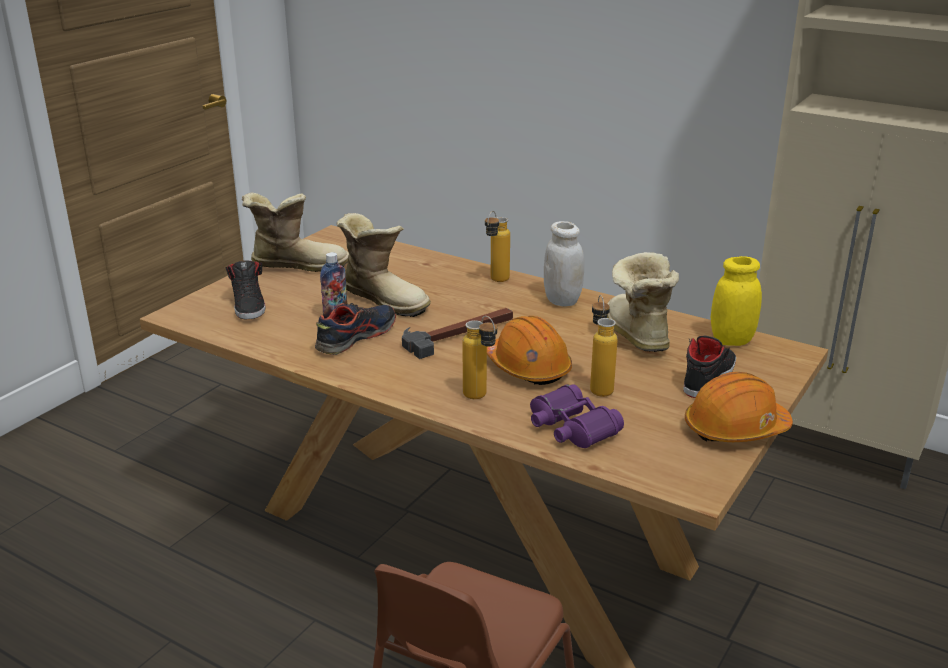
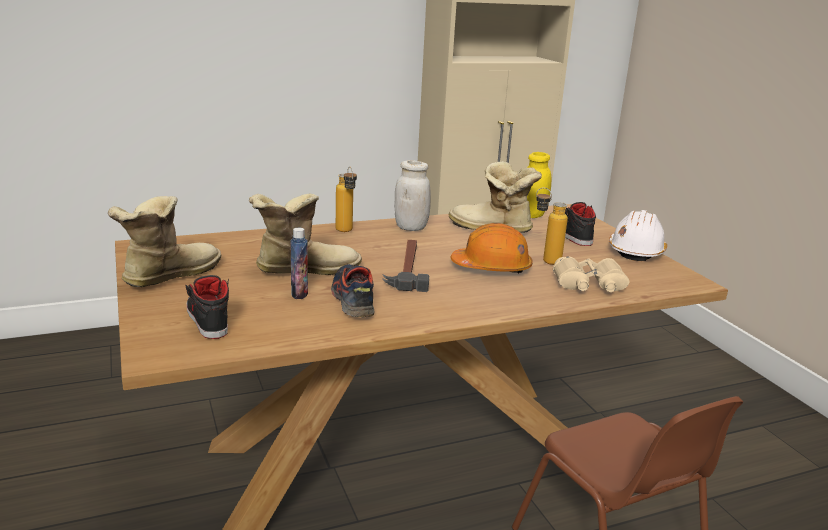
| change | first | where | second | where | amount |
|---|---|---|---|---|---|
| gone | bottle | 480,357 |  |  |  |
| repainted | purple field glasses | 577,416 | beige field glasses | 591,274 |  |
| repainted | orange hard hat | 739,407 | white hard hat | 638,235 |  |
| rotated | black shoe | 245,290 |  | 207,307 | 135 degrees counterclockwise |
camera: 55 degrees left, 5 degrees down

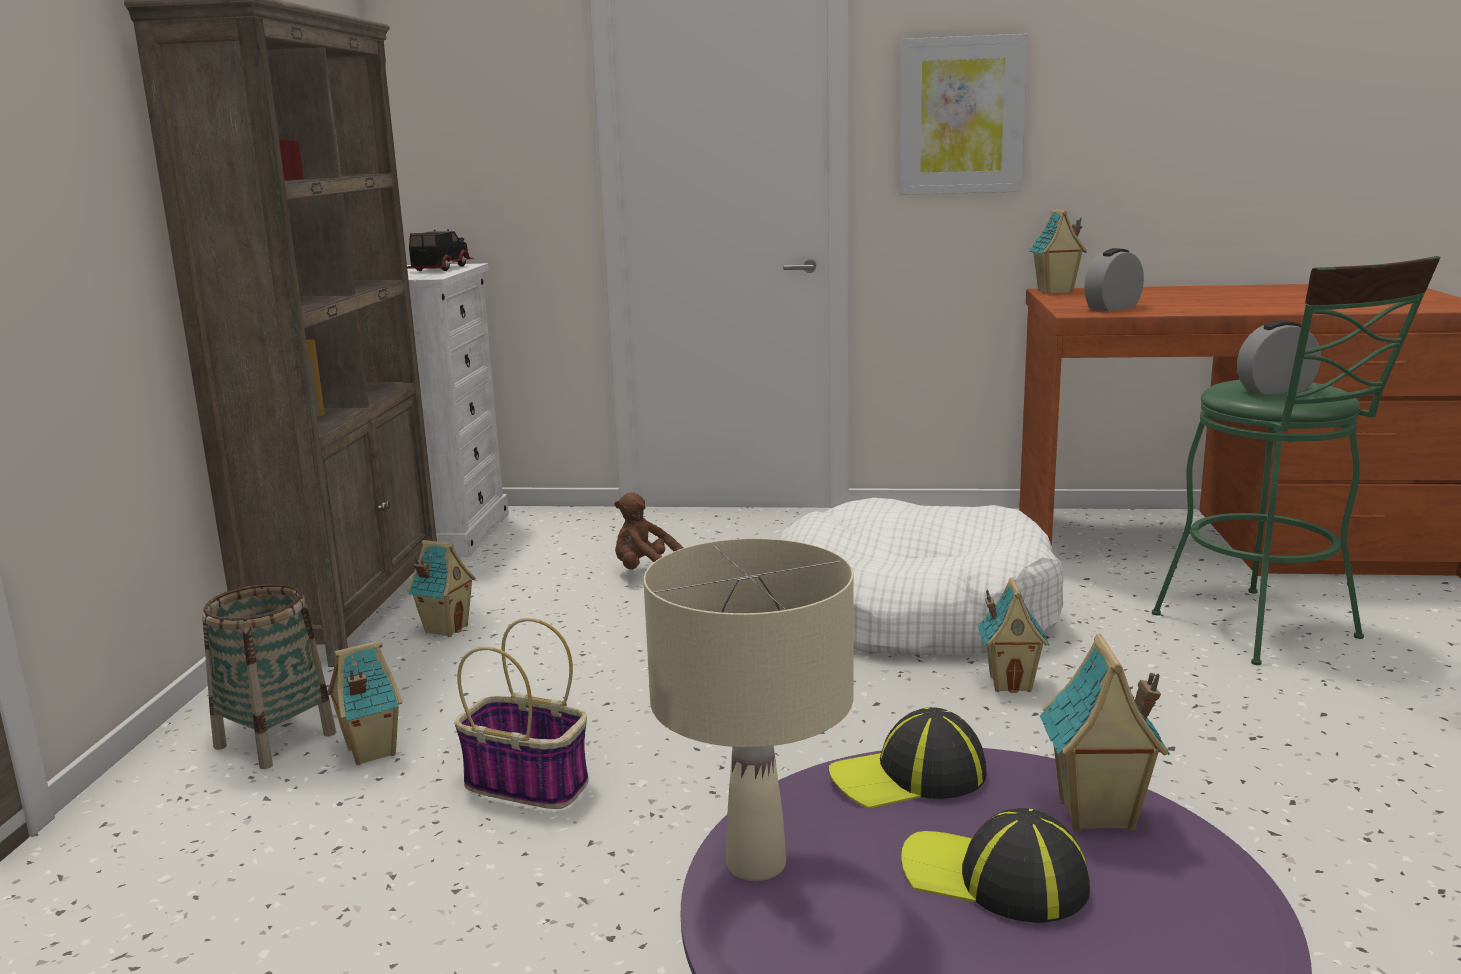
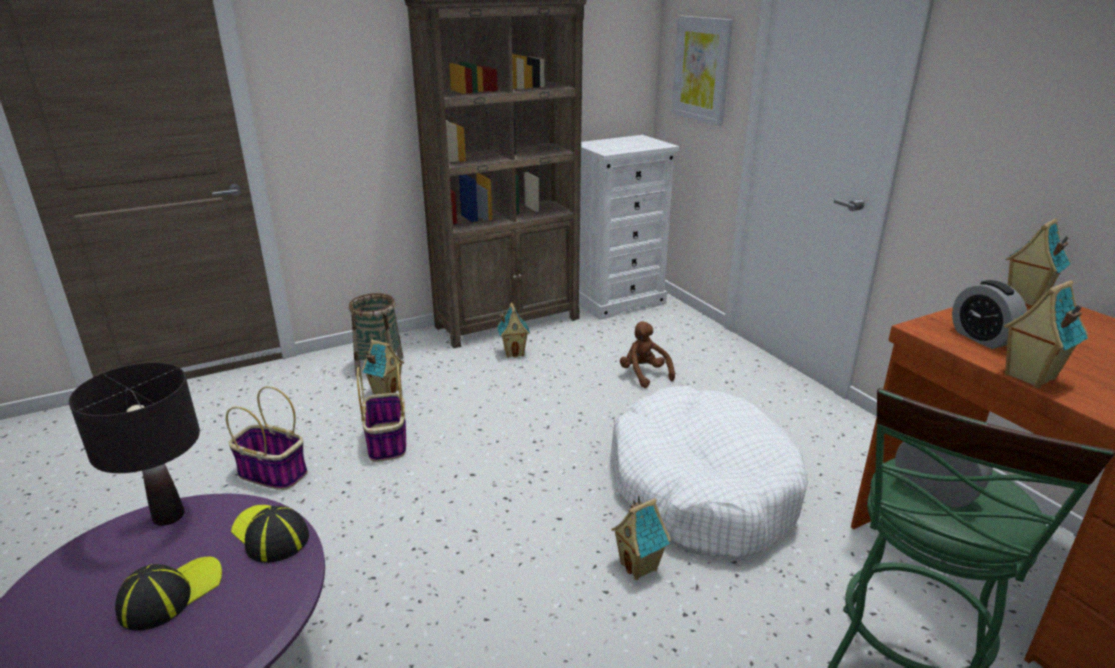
| change | first | where | second | where | amount |
|---|---|---|---|---|---|
| gone | toy truck | 440,250 |  |  |  |
| new |  |  | storage basket | 267,438 |  |
| shifted | picture | 963,114 |  | 702,70 |  |
| shifted | model house | 1105,733 |  | 1046,334 |  |
| repainted | beige lamp for a table | 748,709 | black lamp for a table | 134,444 |  |
| rotated | peaked cap | 995,865 |  | 168,593 | 45 degrees clockwise |
| rotated | bedside clock | 1114,279 |  | 989,314 | 135 degrees counterclockwise |
camera: 55 degrees right, 10 degrees up

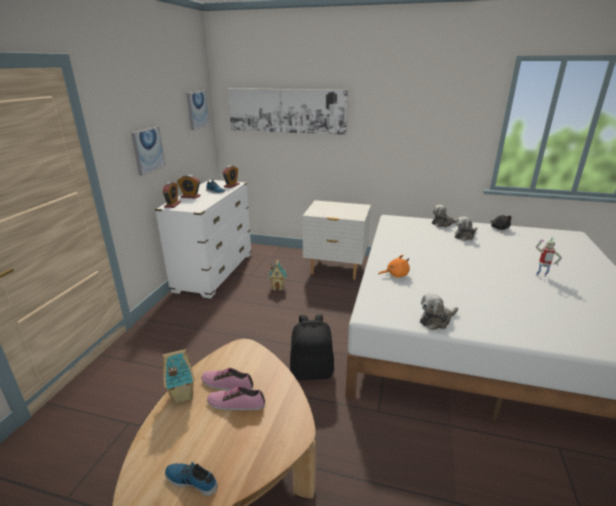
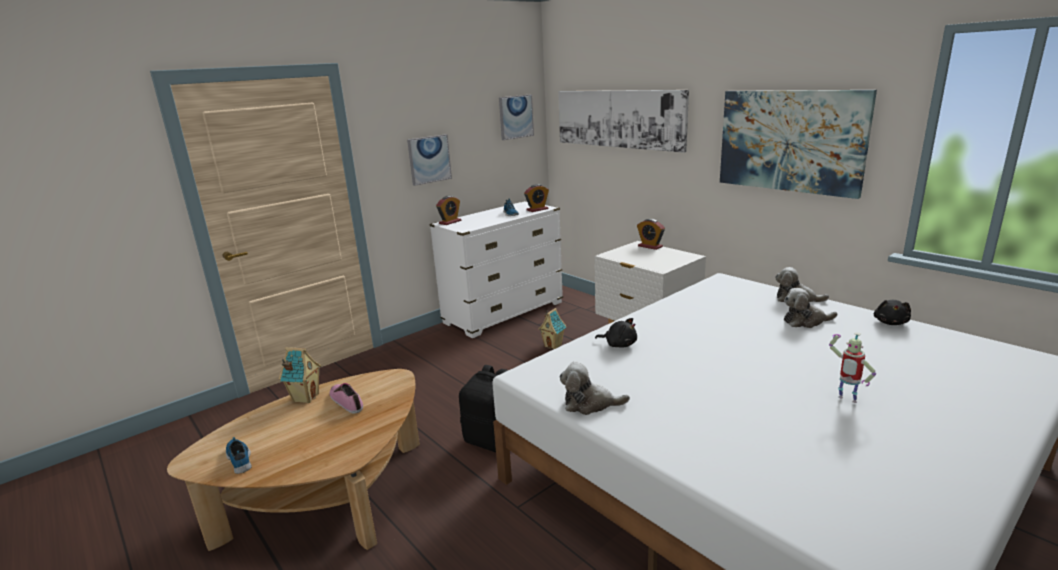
| change | first | where | second | where | amount |
|---|---|---|---|---|---|
| gone | shoe | 236,398 |  |  |  |
| new |  |  | picture | 798,144 |  |
| shifted | bedside clock | 188,187 |  | 651,234 |  |
| repainted | orange plush toy | 394,266 | black plush toy | 616,333 |  |
camera: 35 degrees right, 5 degrees down

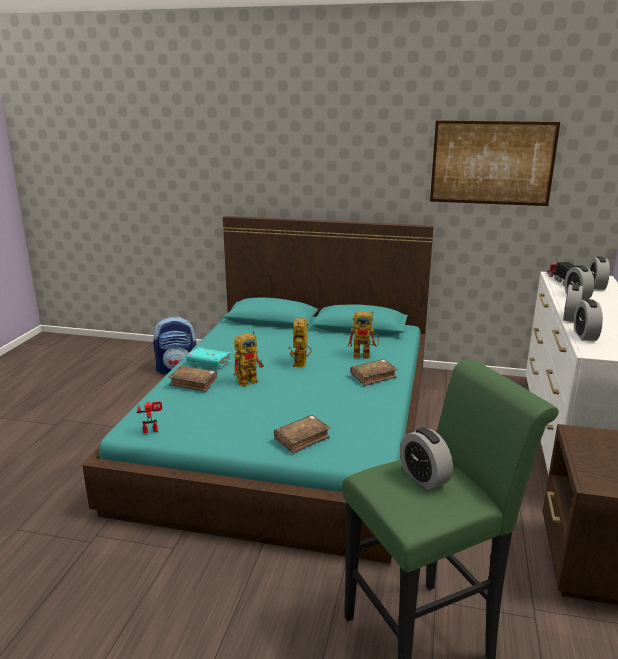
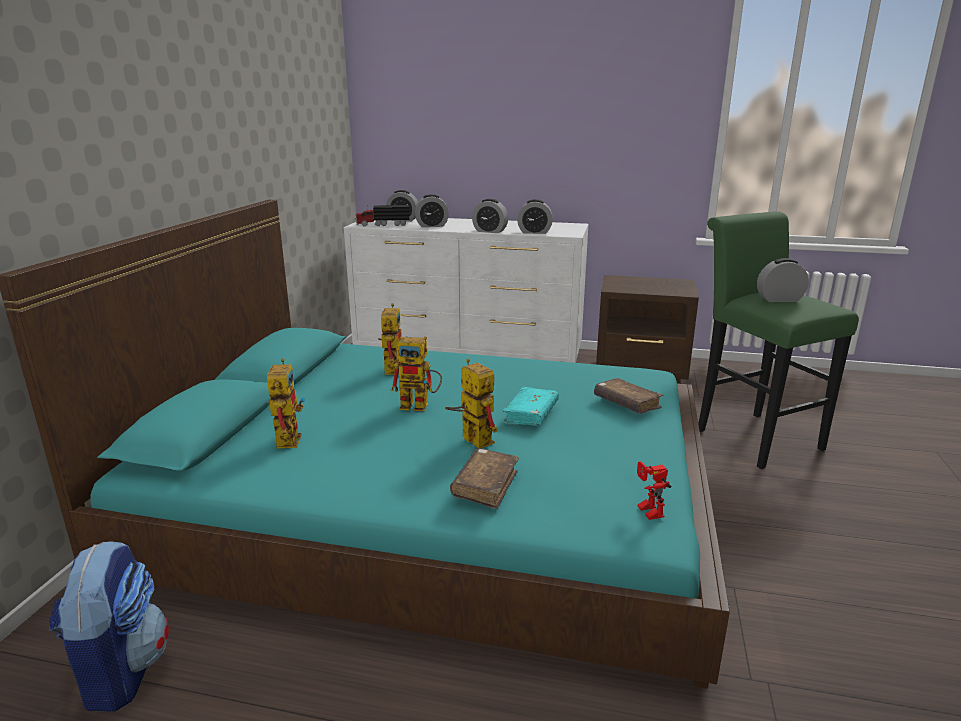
| change | first | where | second | where | amount |
|---|---|---|---|---|---|
| gone | brown bound book | 374,372 |  |  |  |
| gone | picture | 495,163 |  |  |  |
| new |  |  | robot figure | 286,403 |  |
| shifted | blue-green bound book | 209,357 |  | 531,406 |  |
| rotated | bedside clock | 426,458 |  | 783,280 | 150 degrees counterclockwise |
camera: 90 degrees left, 0 degrees up

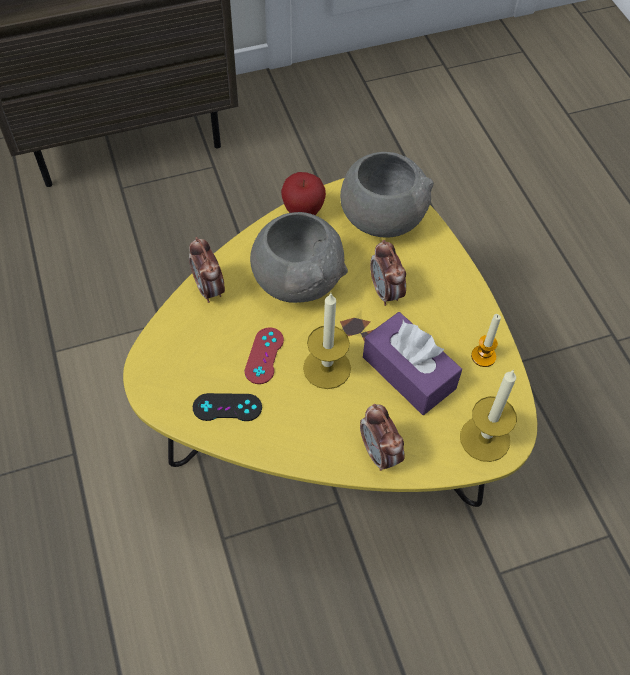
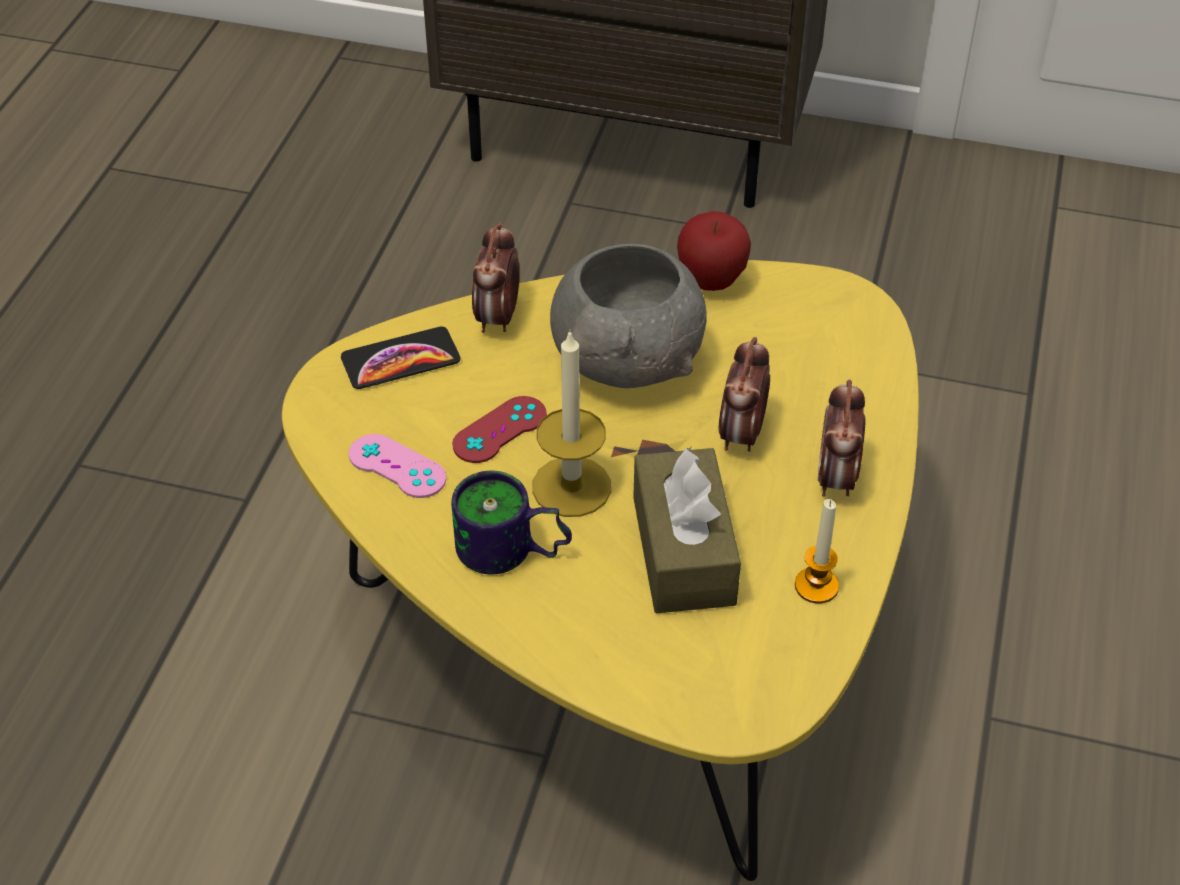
| change | first | where | second | where | amount |
|---|---|---|---|---|---|
| gone | gray serving bowl | 387,195 |  |  |  |
| gone | wax candle | 488,415 |  |  |  |
| new |  |  | handset | 400,358 |  |
| new |  |  | coffee mug | 511,522 |  |
| shifted | bedside clock | 382,437 |  | 842,438 |  |
| repainted | black joypad | 227,407 | pinkish joypad | 397,466 |  |
| repainted | purple tissue box | 412,363 | brown tissue box | 687,530 |  |
camera: 35 degrees right, 10 degrees down

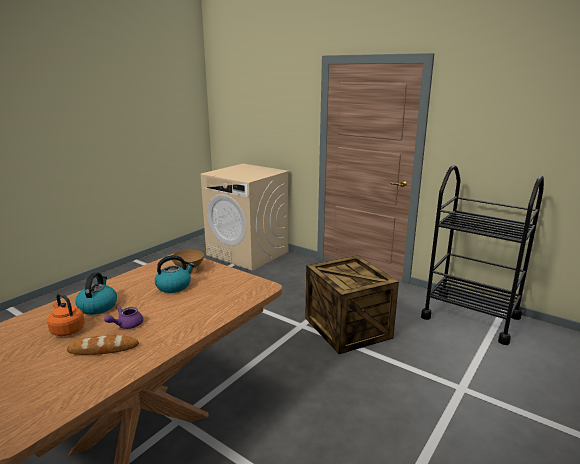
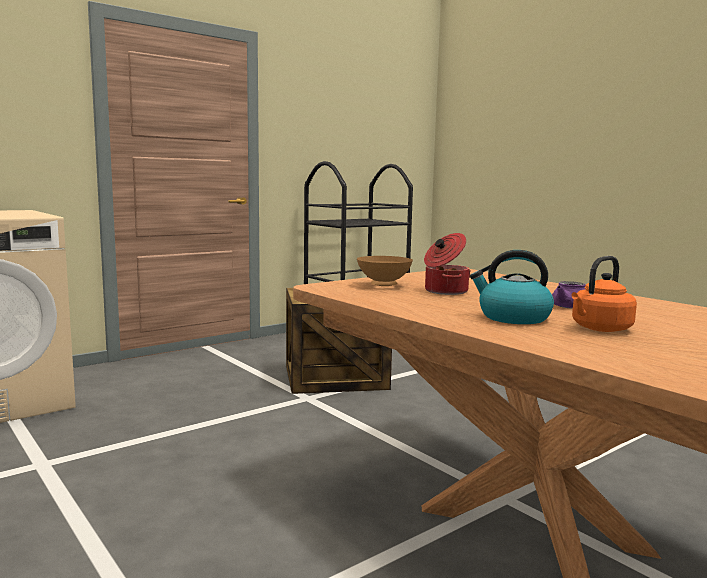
| change | first | where | second | where | amount |
|---|---|---|---|---|---|
| gone | bakery bread | 103,345 |  |  |  |
| swapped | tea kettle | 175,274 | stockpot | 447,264 |  |
camera: 75 degrees left, 10 degrees down

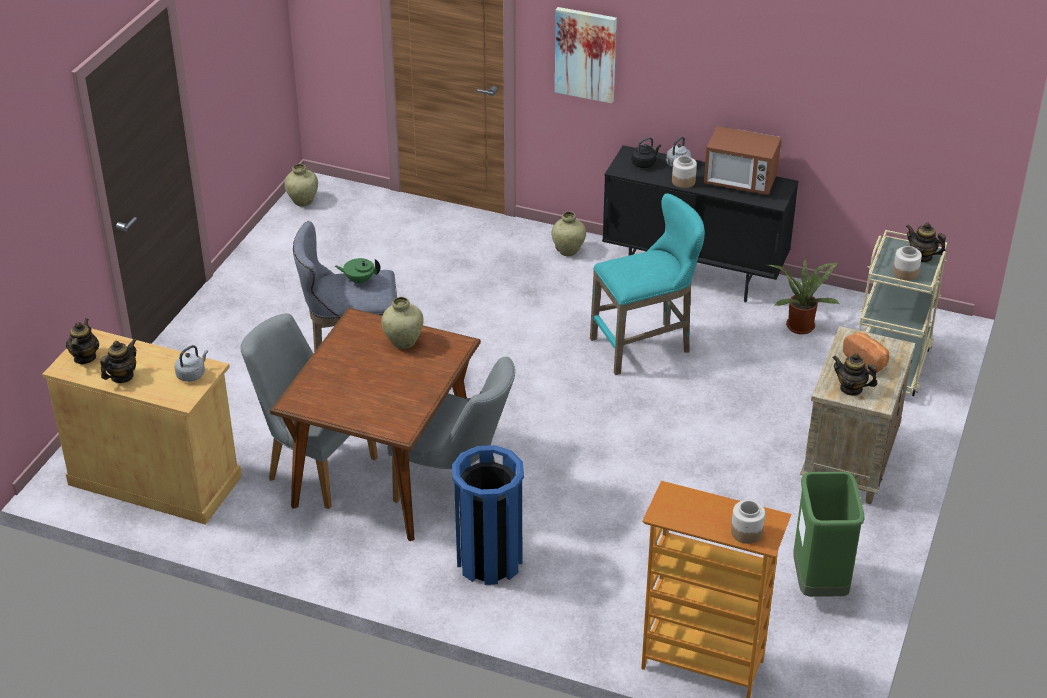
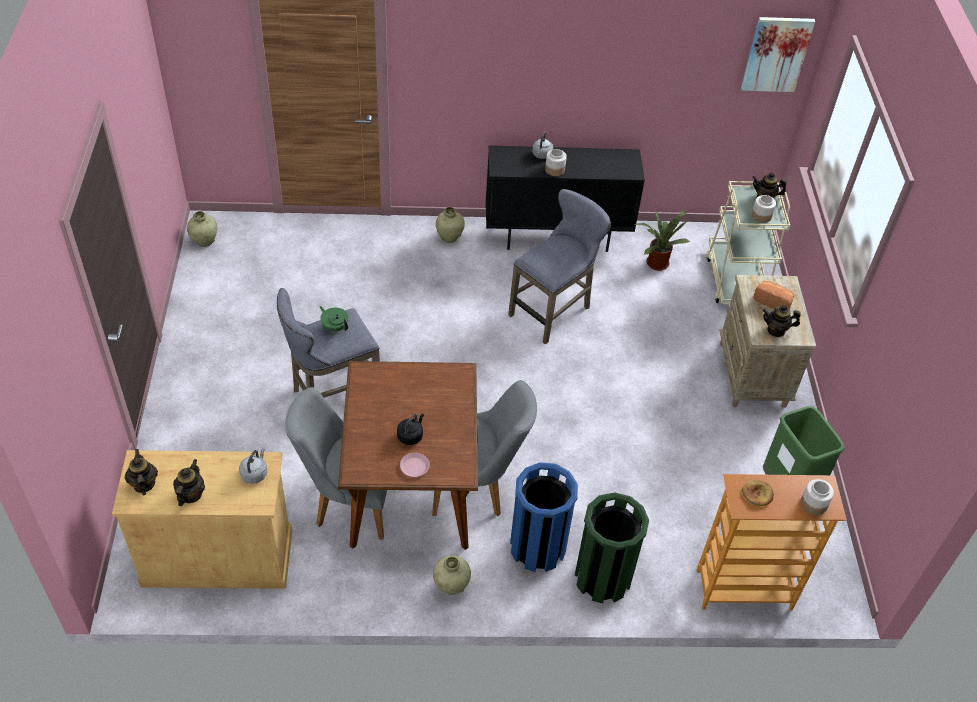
| change | first | where | second | where | amount |
|---|---|---|---|---|---|
| gone | kitchen microwave | 742,160 |  |  |  |
| new |  |  | pinkish flat dish | 415,465 |  |
| new |  |  | green-coloured waste bin | 612,547 |  |
| new |  |  | bakery bread | 758,493 |  |
| shifted | beige flower vase | 402,323 |  | 452,575 |  |
| shifted | picture | 586,55 |  | 778,54 |  |
| shifted | black tea kettle | 646,152 |  | 410,429 |  |
| repainted | blue-green sitting stool | 647,284 | gray sitting stool | 559,266 |  |
| rotated | green-coloured pot for tea | 358,271 |  | 334,319 | 60 degrees clockwise |
camera: 25 degrees left, 10 degrees up

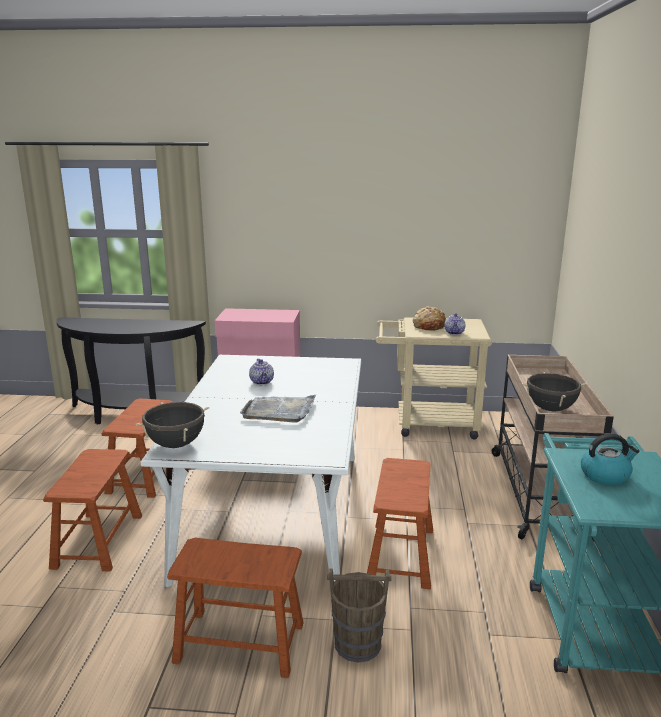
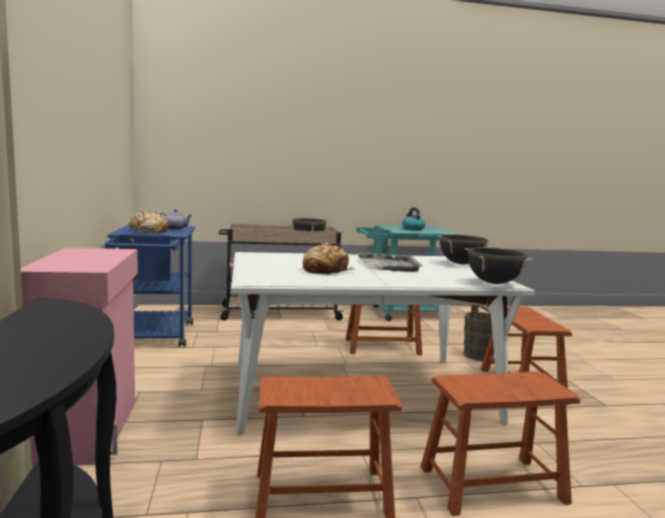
| change | first | where | second | where | amount |
|---|---|---|---|---|---|
| new |  |  | black stockpot | 464,250 |  |
| swapped | pot for tea | 261,372 | bakery bread | 328,259 |  |
| repainted | beige cart | 434,378 | blue cart | 150,285 |  |
camera: 105 degrees left, 10 degrees down

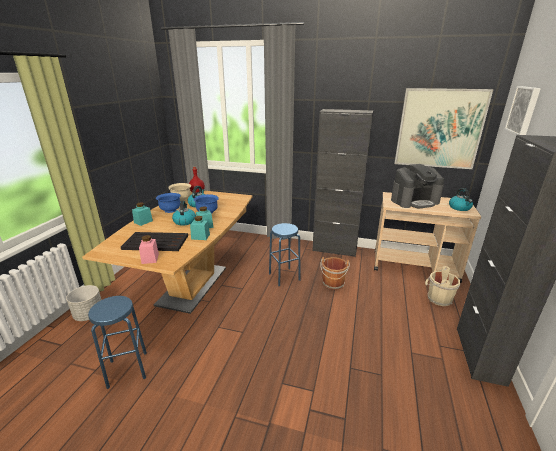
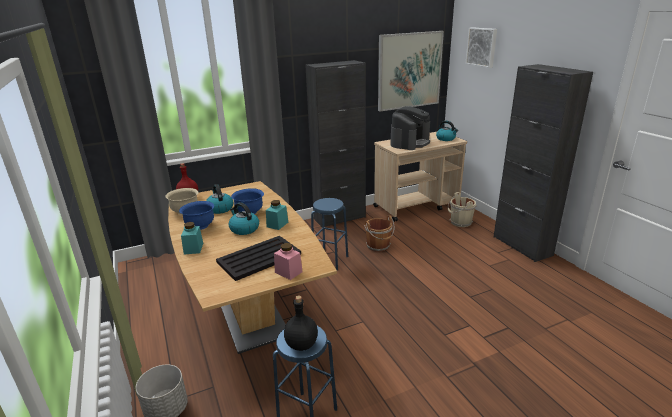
| change | first | where | second | where | amount |
|---|---|---|---|---|---|
| gone | blue-green storage jar | 200,228 |  |  |  |
| new |  |  | black bottle | 301,323 |  |
camera: 40 degrees left, 0 degrees up

